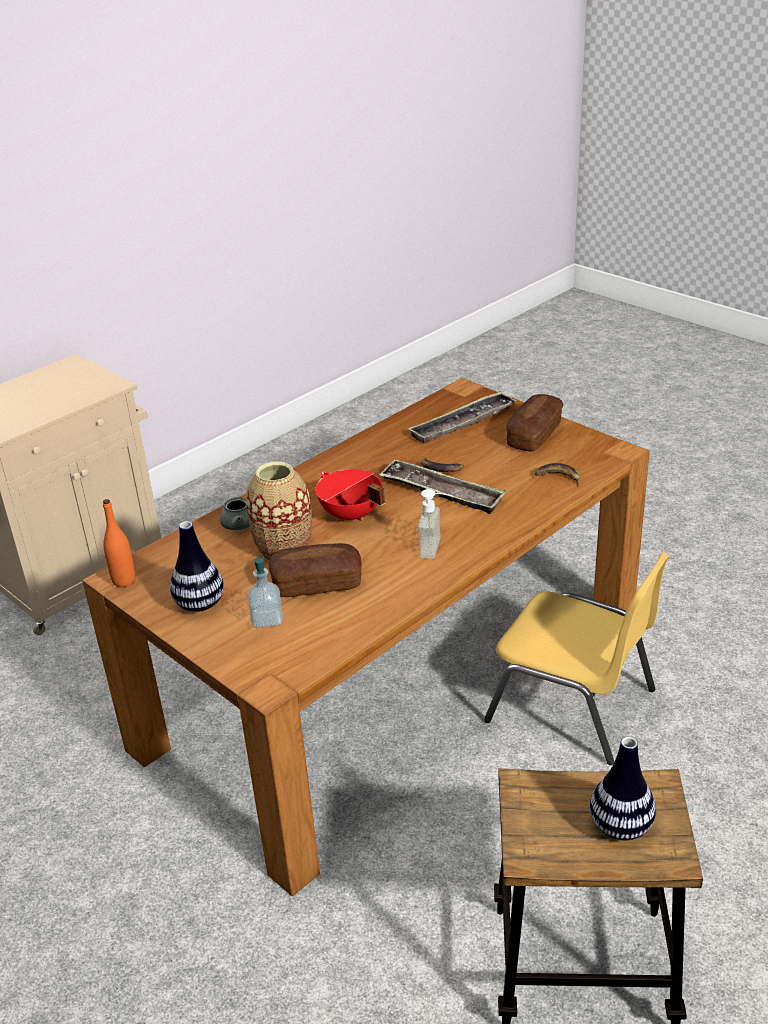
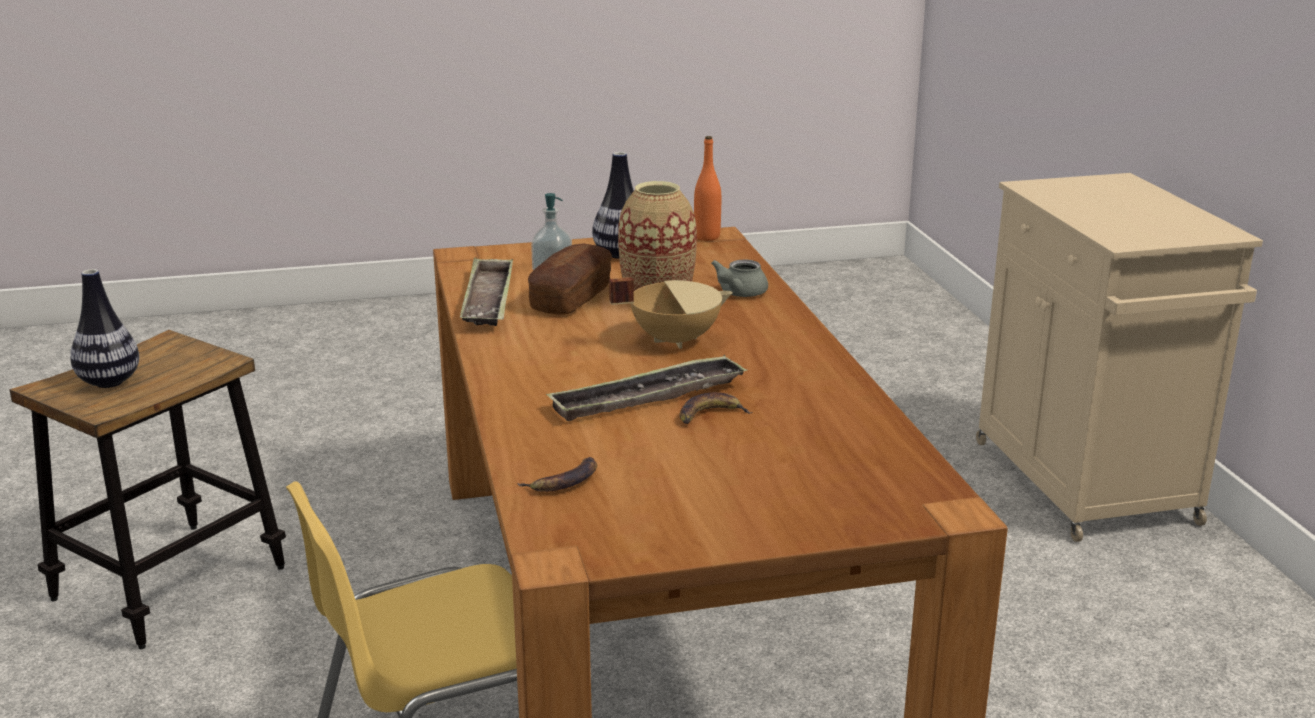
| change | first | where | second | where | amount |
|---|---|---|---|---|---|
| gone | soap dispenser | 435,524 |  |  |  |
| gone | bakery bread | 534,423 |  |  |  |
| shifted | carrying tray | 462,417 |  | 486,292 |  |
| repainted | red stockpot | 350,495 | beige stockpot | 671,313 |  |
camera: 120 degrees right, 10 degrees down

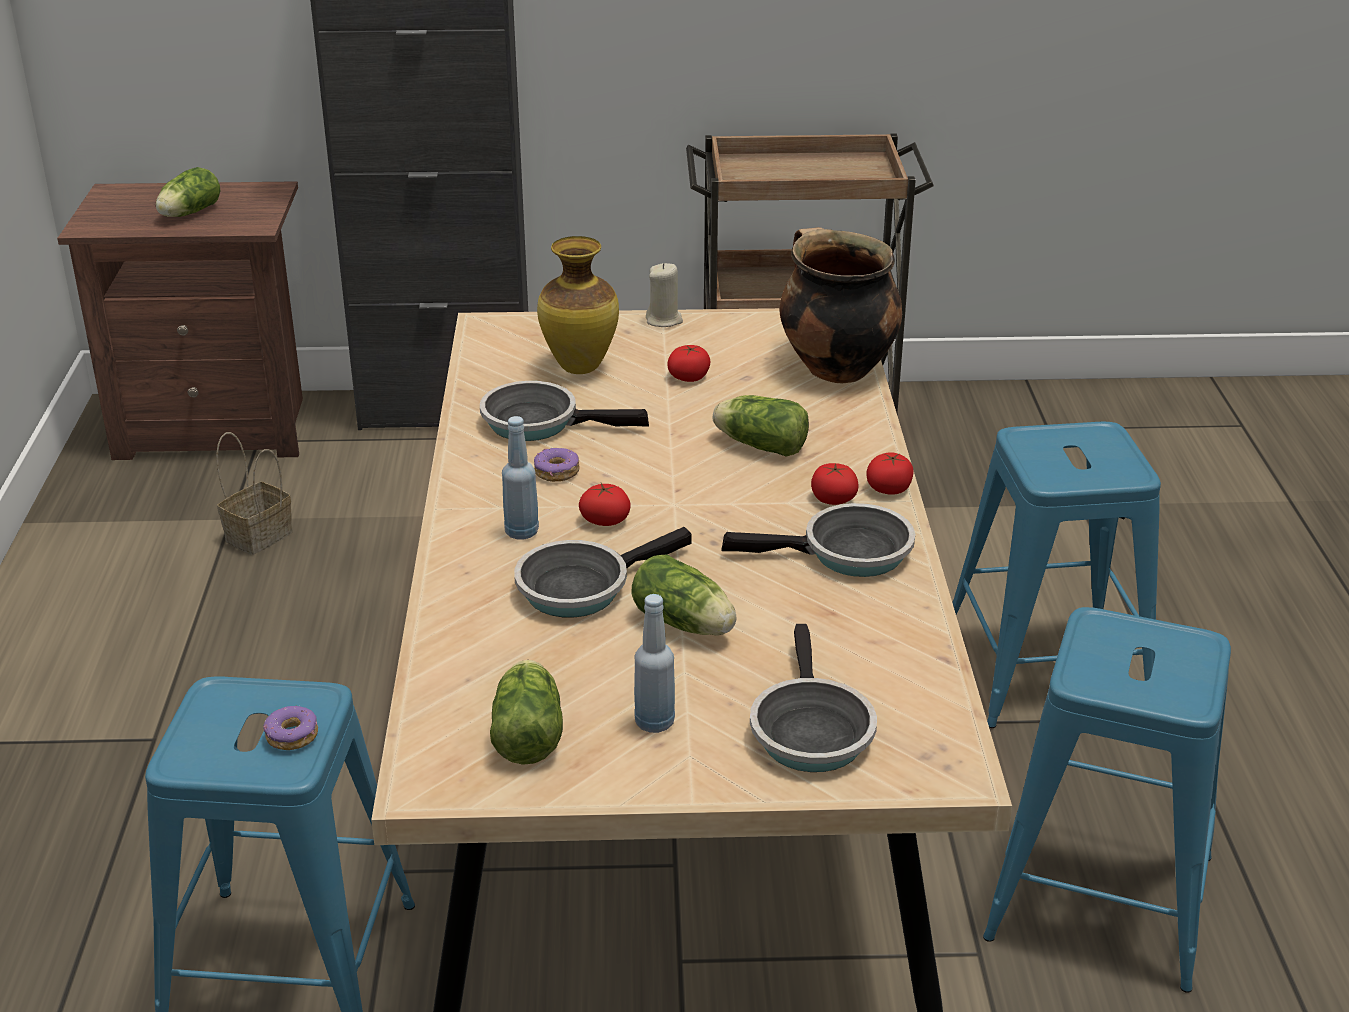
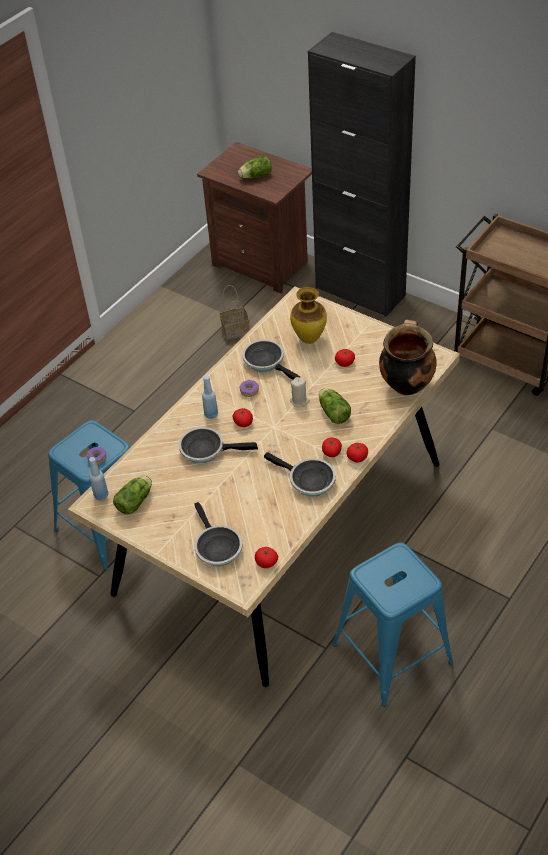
| change | first | where | second | where | amount |
|---|---|---|---|---|---|
| gone | lettuce | 684,595 |  |  |  |
| gone | blue sitting stool | 1057,575 |  |  |  |
| new |  |  | whole tomato | 266,557 |  |
| shifted | blue bottle | 654,663 |  | 98,478 |  |
| shifted | beige wax candle | 664,295 |  | 300,392 |  |
| rotated | frying pan | 813,698 |  | 218,534 | 60 degrees counterclockwise |
camera: 40 degrees right, 15 degrees up

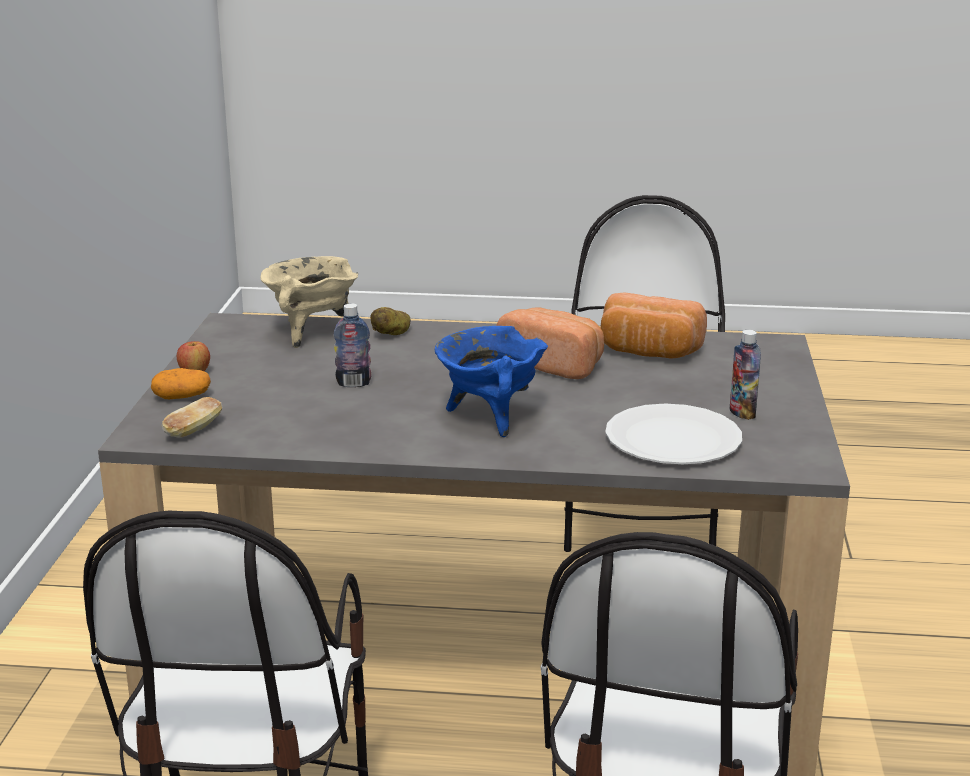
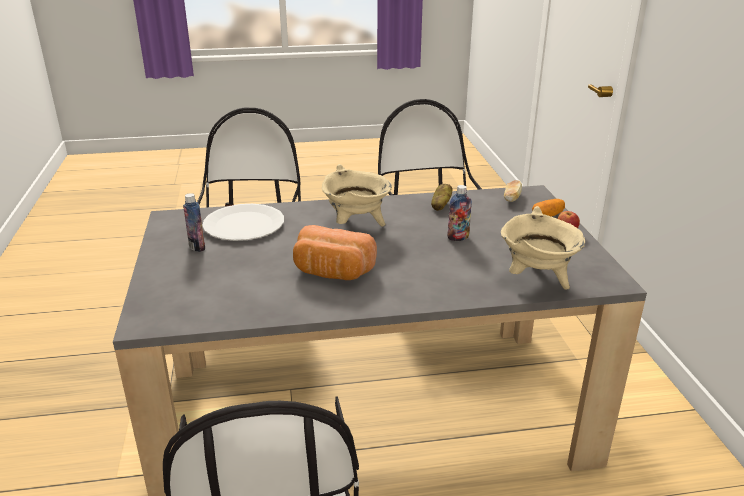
| change | first | where | second | where | amount |
|---|---|---|---|---|---|
| gone | bakery bread | 653,325 |  |  |  |
| shifted | whole potato | 390,321 |  | 442,197 |  |
| repainted | blue stockpot | 491,381 | beige stockpot | 357,195 |  |
camera: 165 degrees right, 5 degrees up

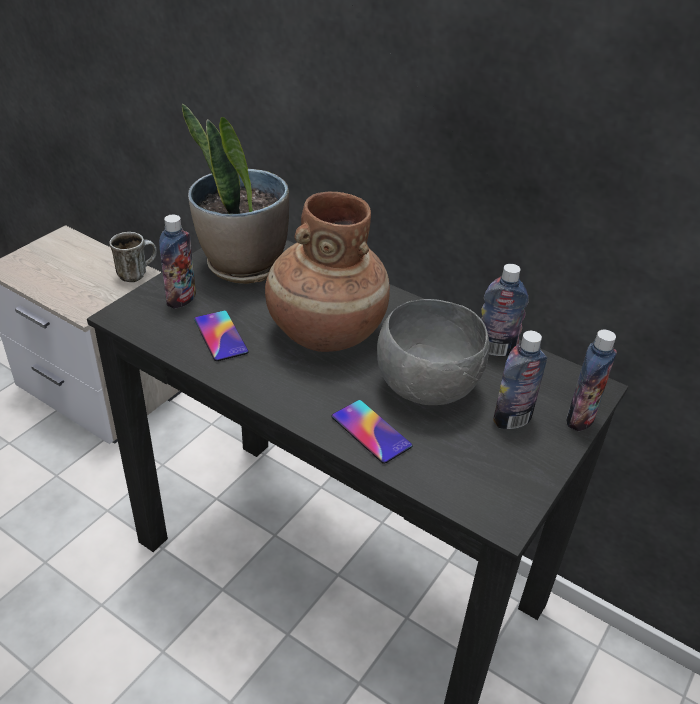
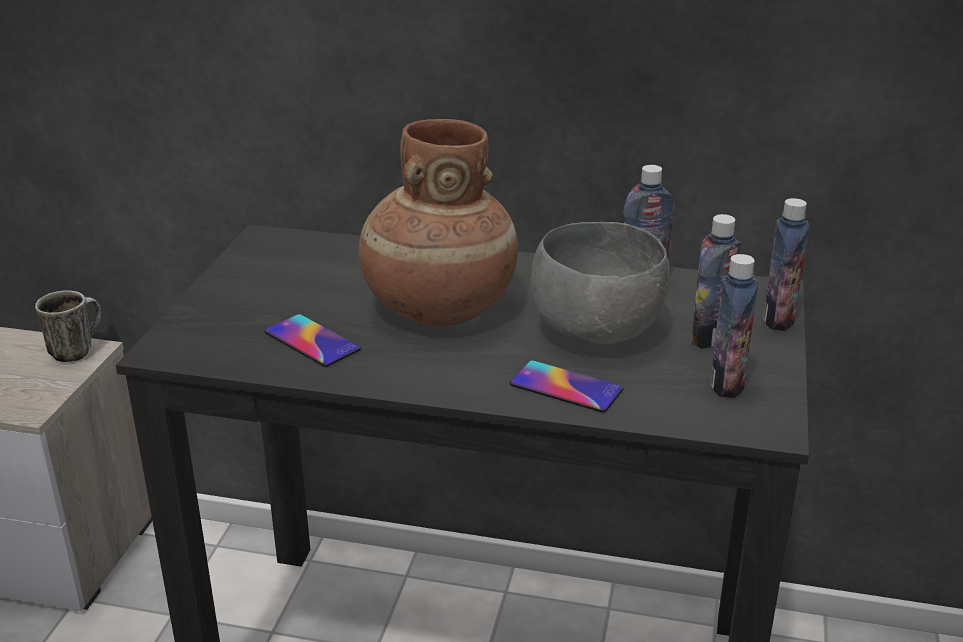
| change | first | where | second | where | amount |
|---|---|---|---|---|---|
| gone | plant in a pot | 235,193 |  |  |  |
| shifted | bottle | 177,262 |  | 734,326 |  |
camera: 20 degrees left, 10 degrees down

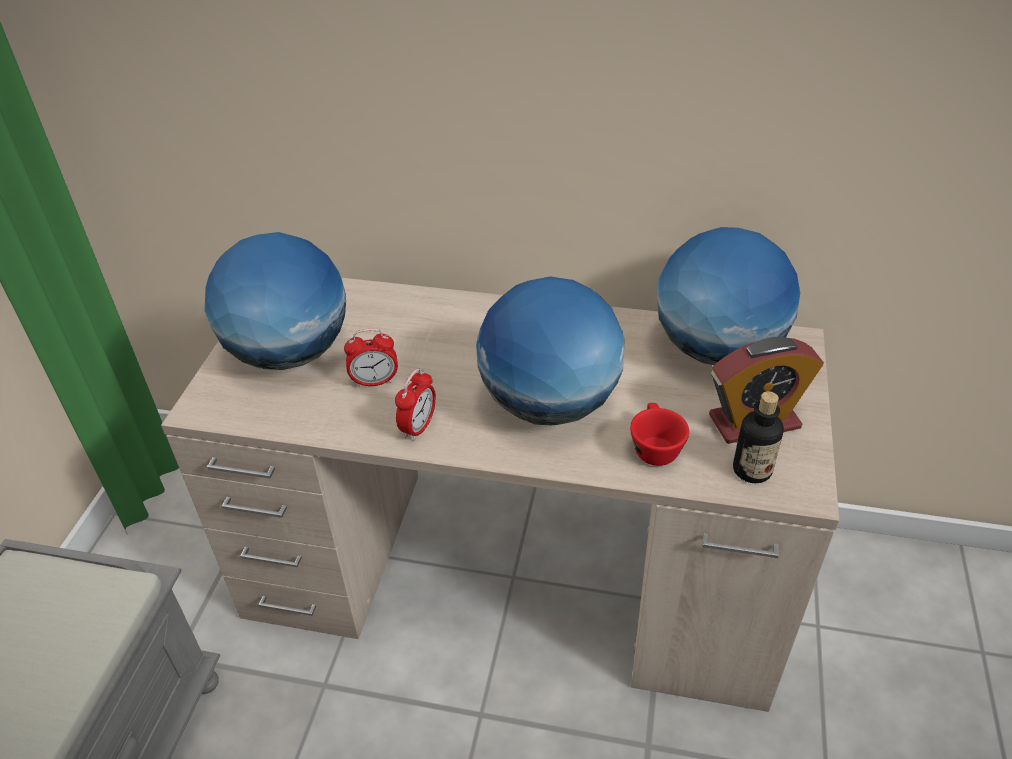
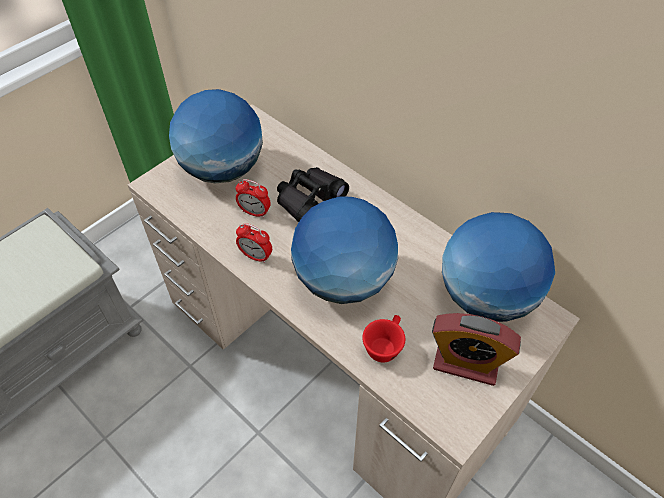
| change | first | where | second | where | amount |
|---|---|---|---|---|---|
| gone | bottle | 758,437 |  |  |  |
| new |  |  | black field glasses | 313,194 |  |
| rotated | bedside clock | 415,404 |  | 254,243 | 60 degrees clockwise |
camera: 30 degrees right, 10 degrees up

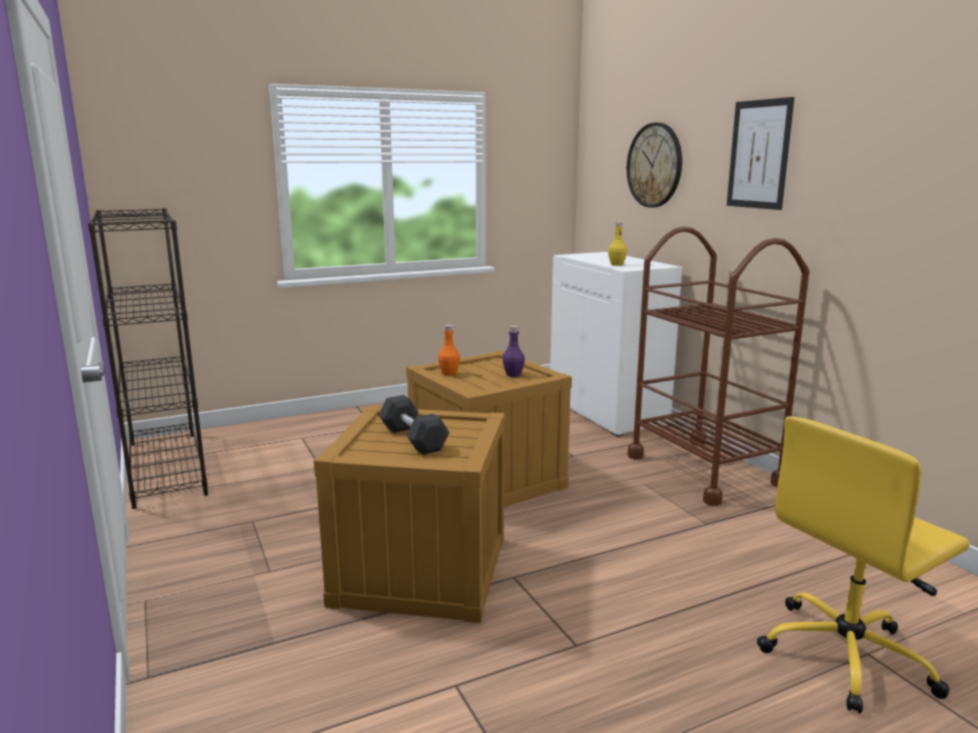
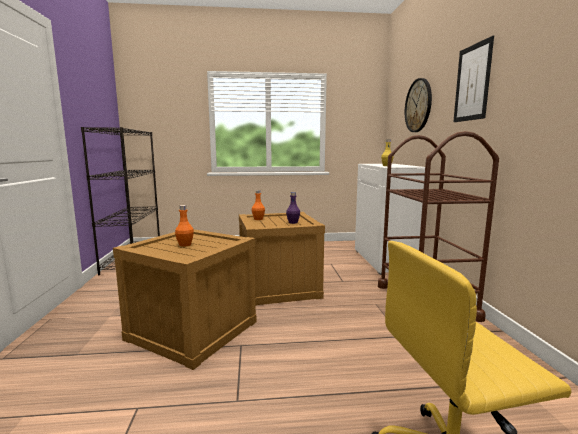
| change | first | where | second | where | amount |
|---|---|---|---|---|---|
| swapped | gray dumbbell | 414,425 | orange bottle | 184,226 |  |
camera: 20 degrees right, 5 degrees down

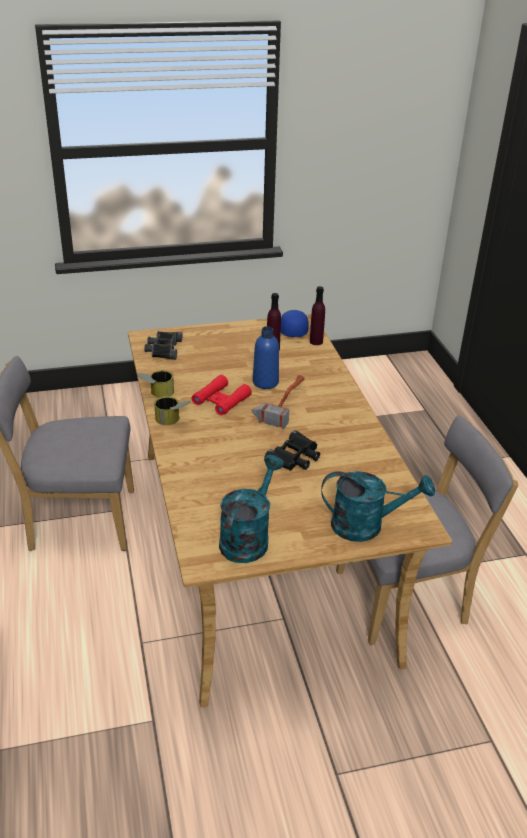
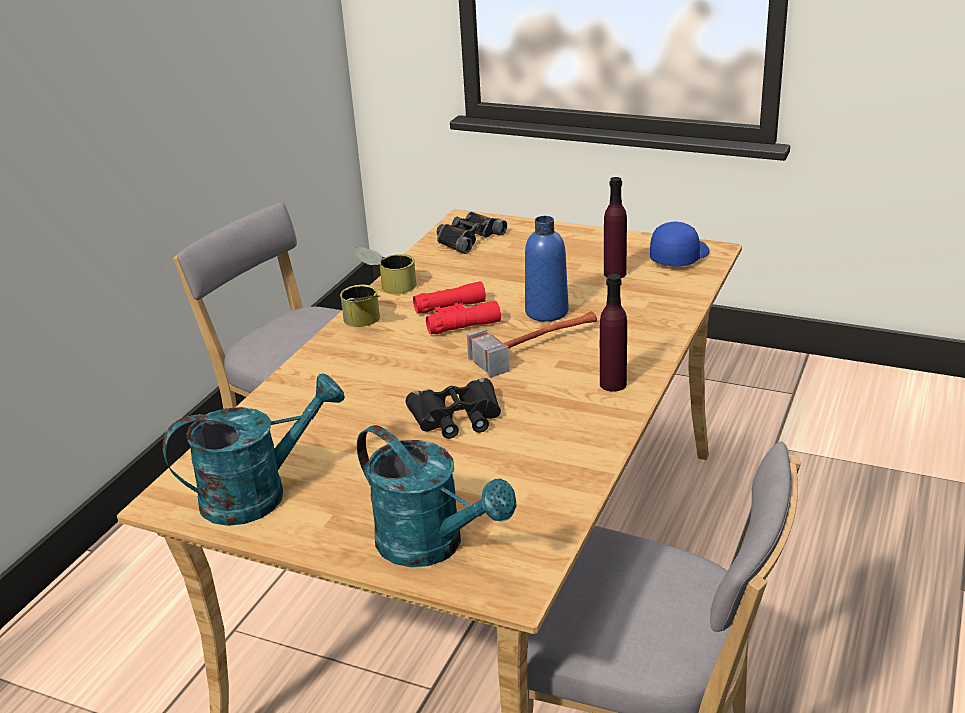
| change | first | where | second | where | amount |
|---|---|---|---|---|---|
| shifted | purple bottle | 317,315 |  | 613,333 |  |
camera: 40 degrees right, 5 degrees down

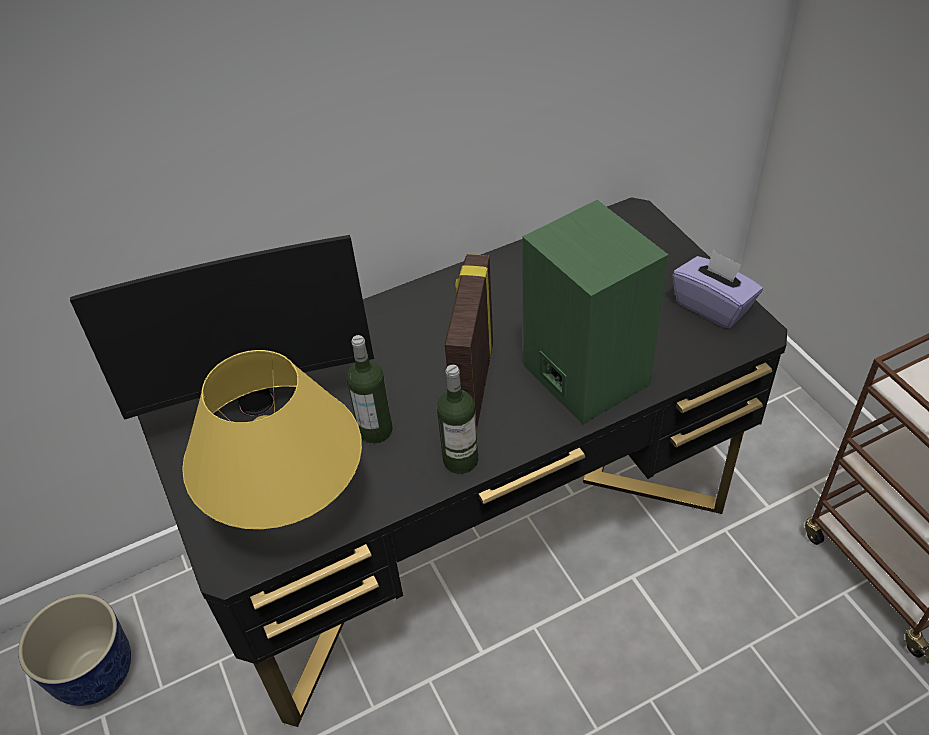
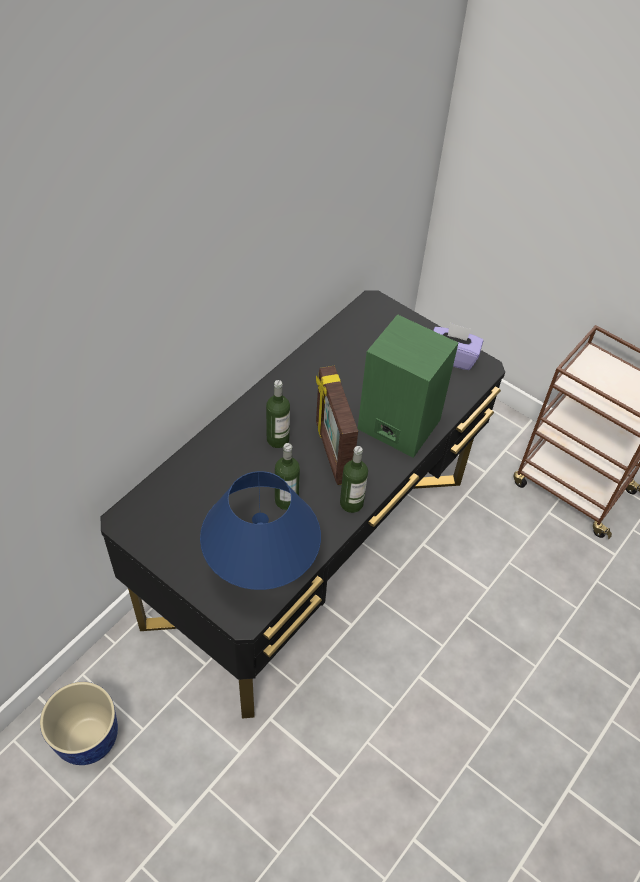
| change | first | where | second | where | amount |
|---|---|---|---|---|---|
| gone | computer screen | 222,328 |  |  |  |
| new |  |  | bottle | 278,414 |  |
| repainted | yellow-coloured lamp for a table | 272,439 | blue lamp for a table | 260,530 |  |
camera: 30 degrees left, 5 degrees up

